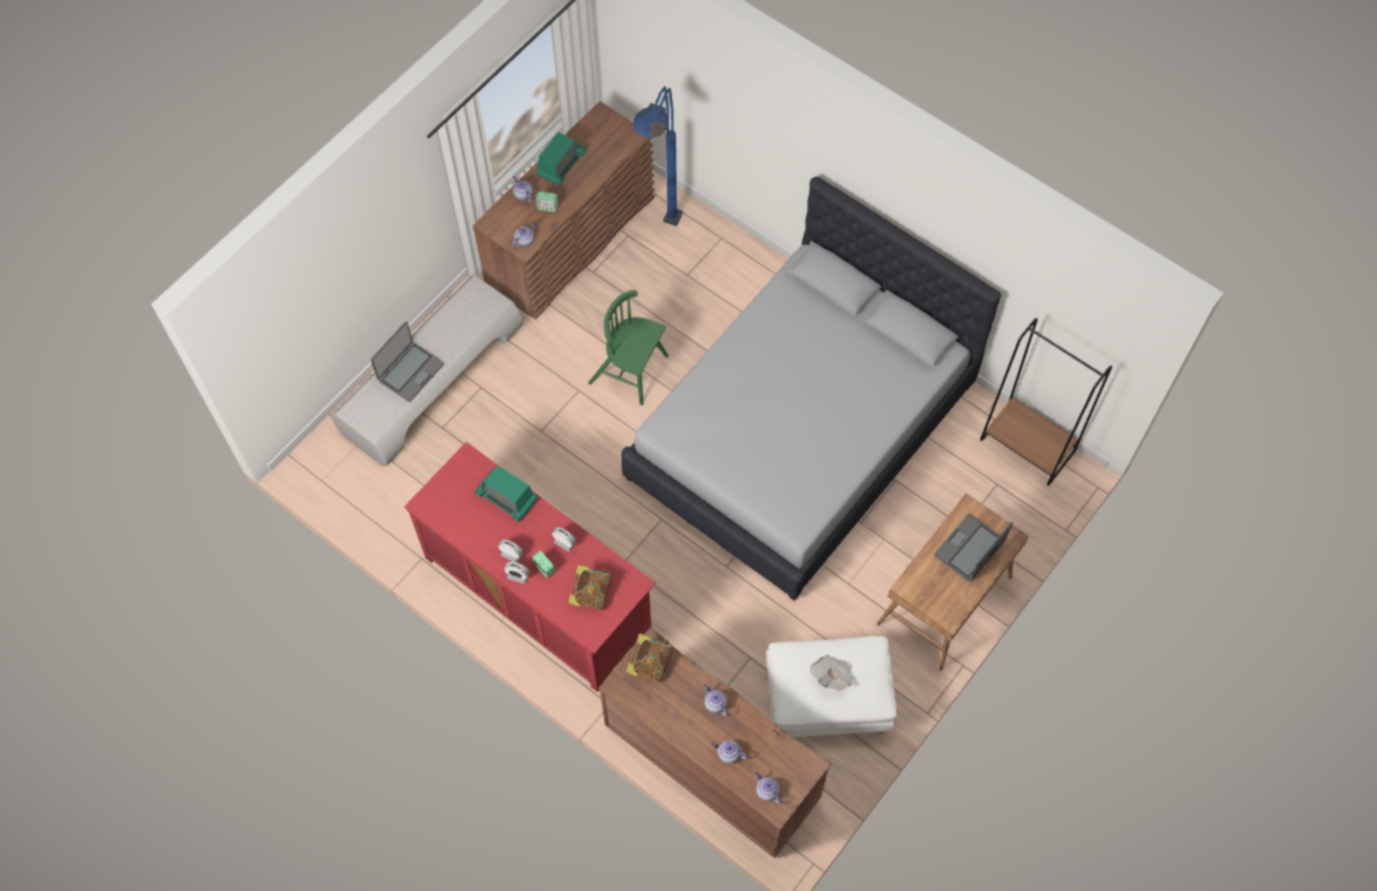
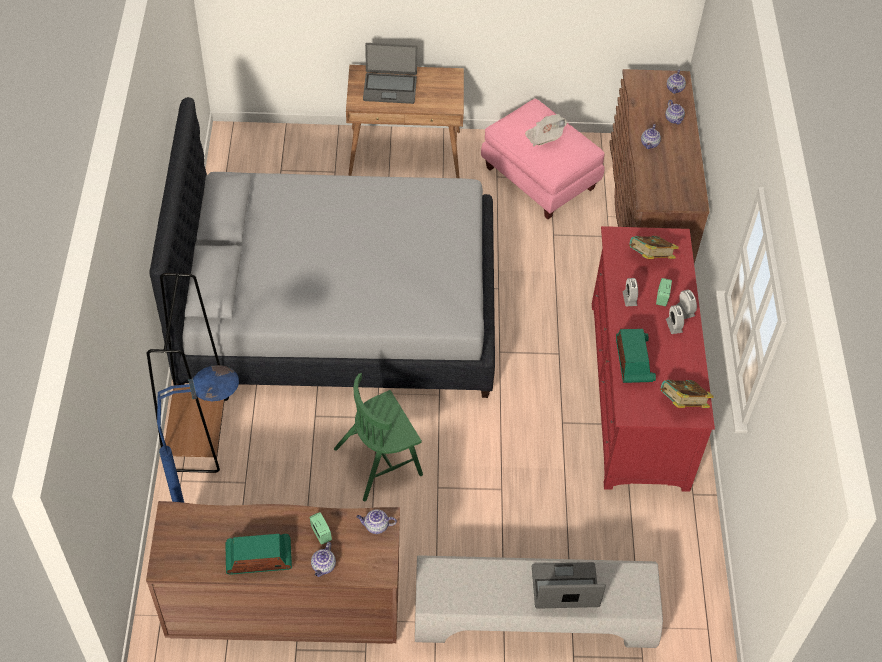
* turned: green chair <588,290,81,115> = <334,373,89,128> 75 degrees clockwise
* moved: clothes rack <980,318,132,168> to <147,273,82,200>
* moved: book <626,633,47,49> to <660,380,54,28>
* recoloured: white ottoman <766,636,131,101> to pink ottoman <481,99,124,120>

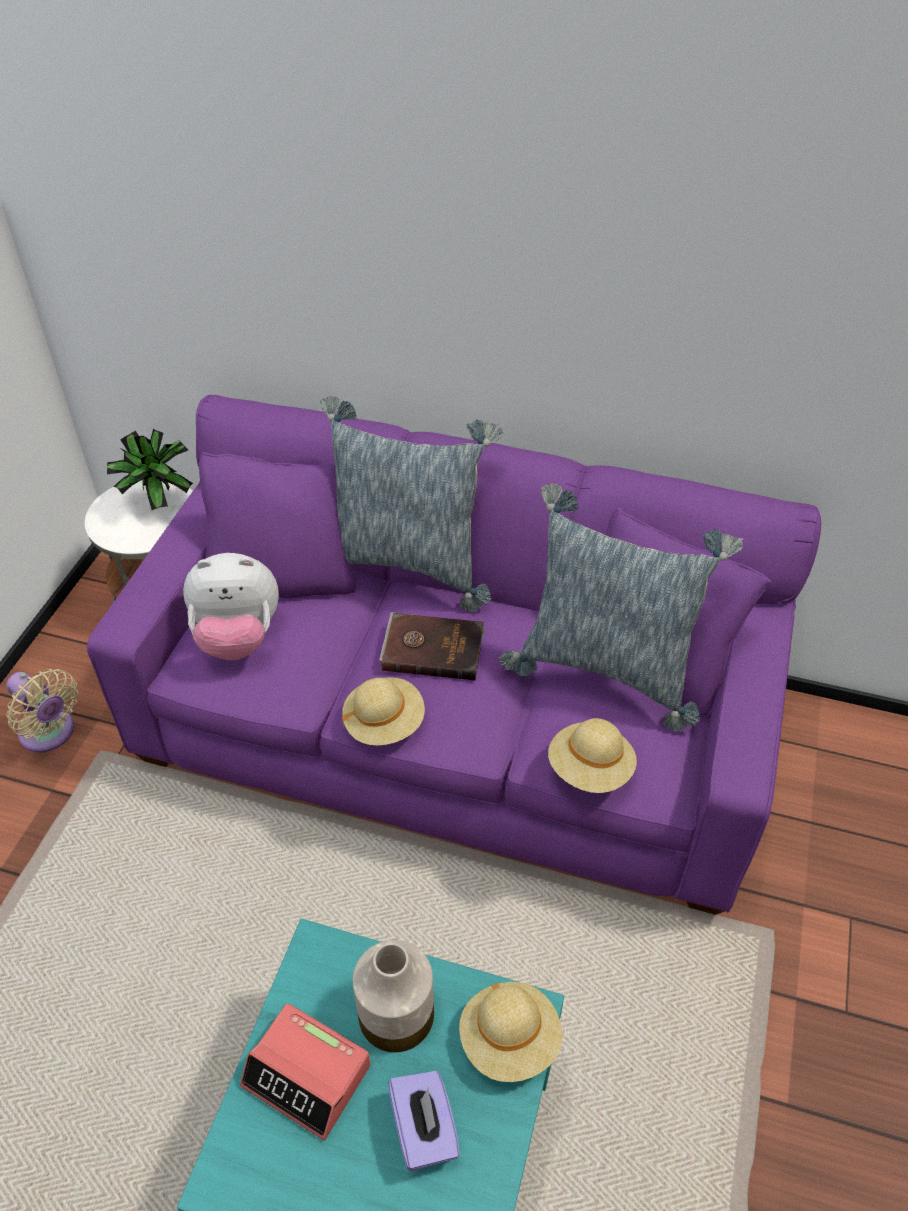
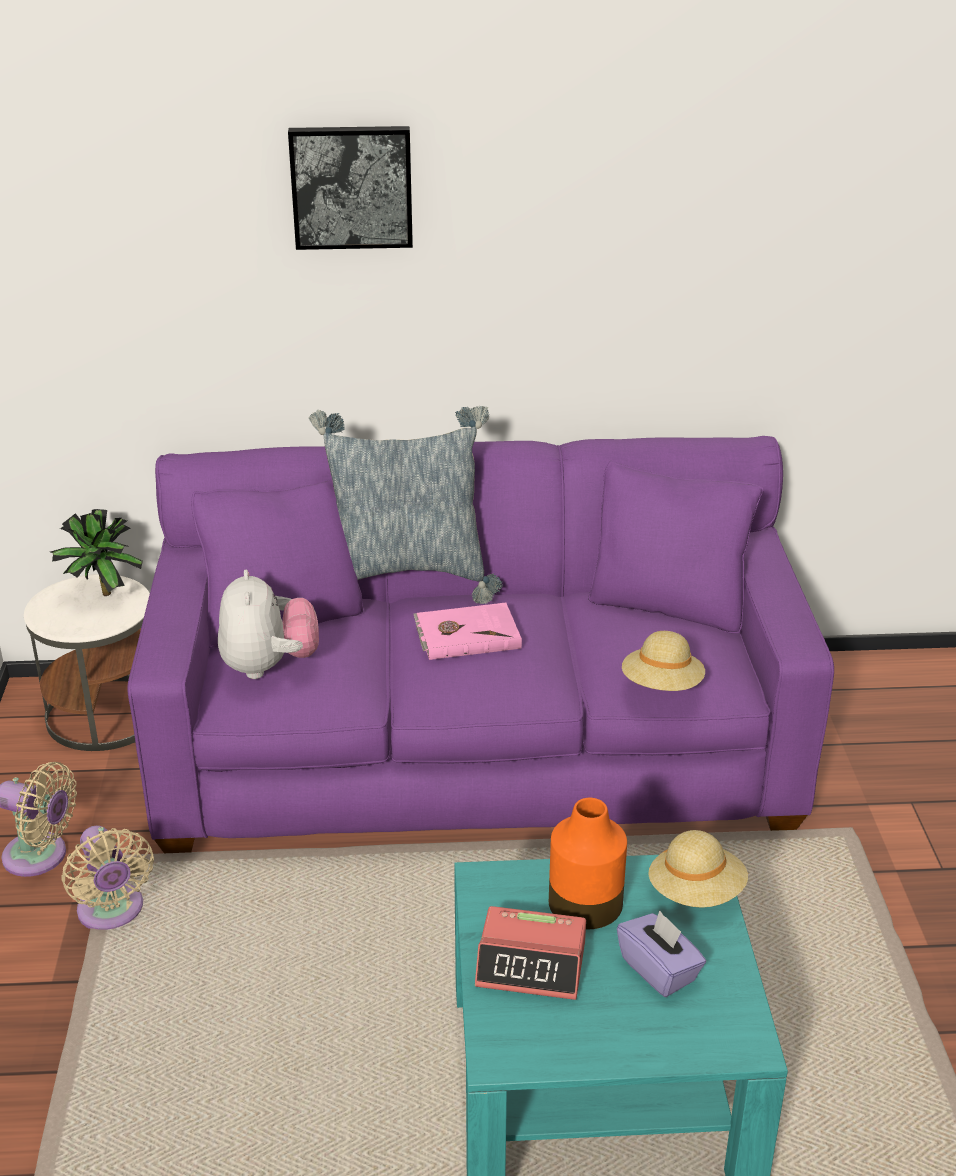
* removed: pillow <498,483,245,249>
* turned: plush toy <183,553,96,107> = <218,570,101,109> 75 degrees counterclockwise
* recoloured: brown book <379,612,106,68> to pink book <413,603,109,57>
* removed: beige hat <342,677,83,68>
* recoloured: beige vase <353,940,81,112> to orange vase <549,798,78,131>
* added: picture <288,126,125,124>
* added: beige fan <62,826,92,104>

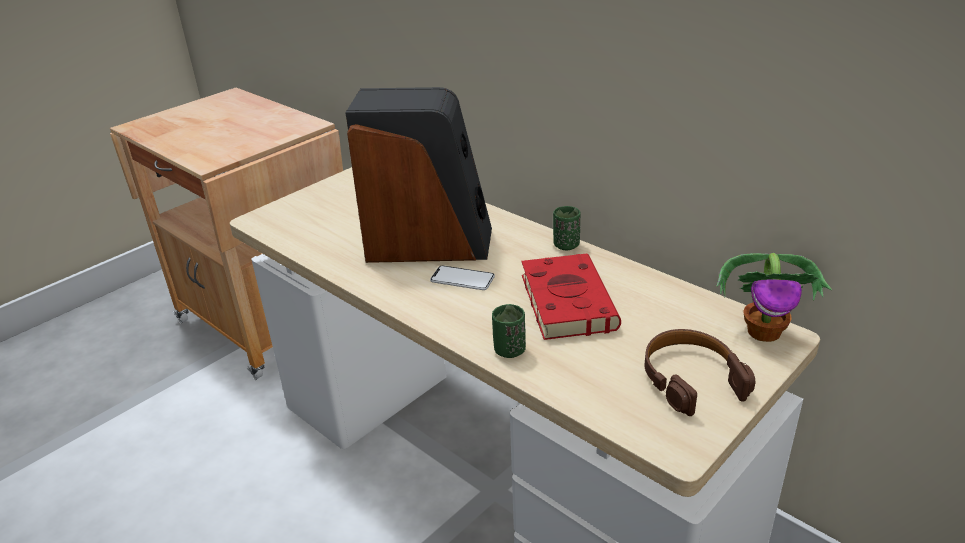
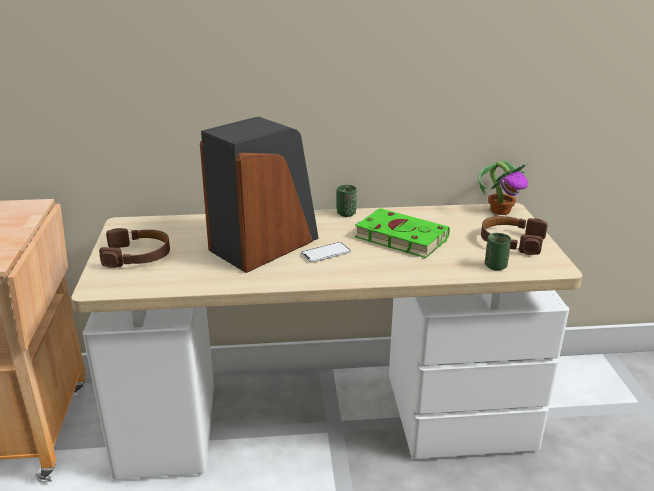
* recoloured: red book <522,254,99,86> to green book <355,208,95,50>
* moved: green cup <492,304,34,54> to <485,233,26,38>
* added: brown headphones <99,228,71,40>

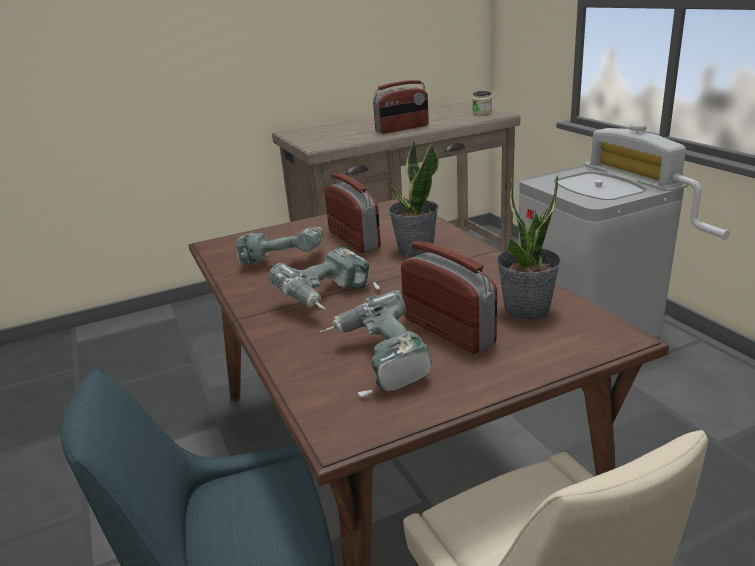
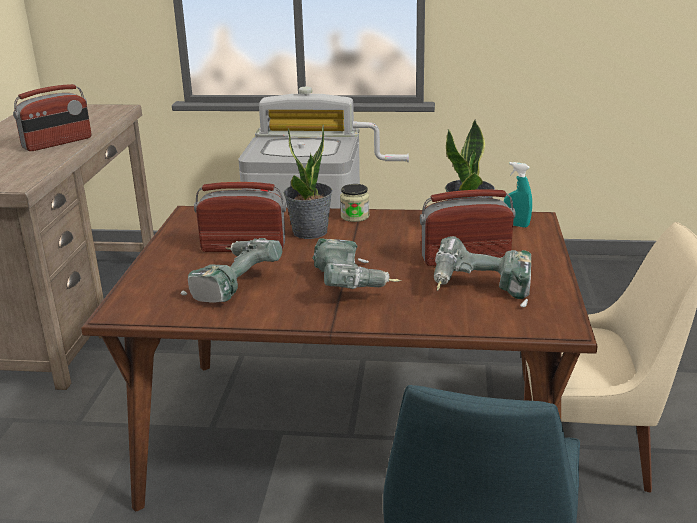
* turned: radio <373,80,56,54> = <13,84,78,67> 45 degrees clockwise
* moved: jar <472,91,20,24> to <340,184,30,38>
* added: turquoise spray bottle <504,162,28,65>

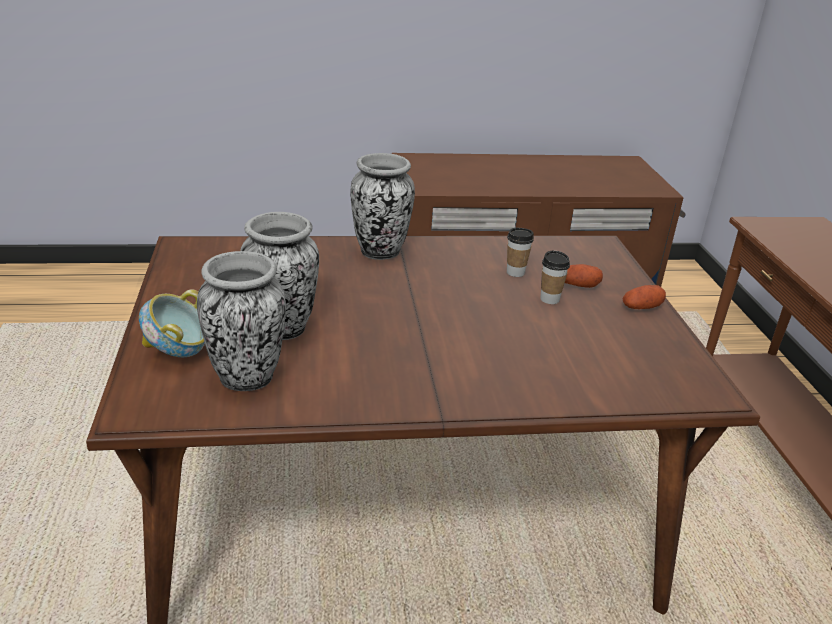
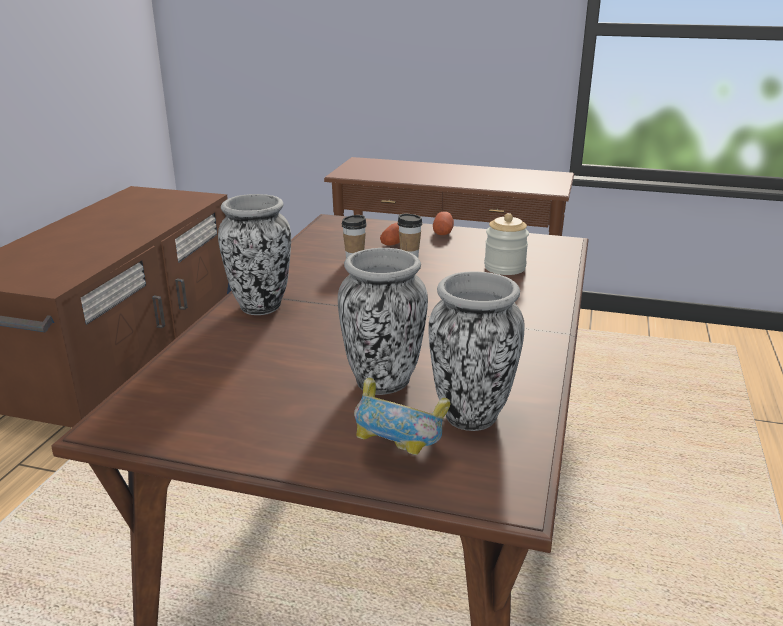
* added: jar <484,213,45,62>

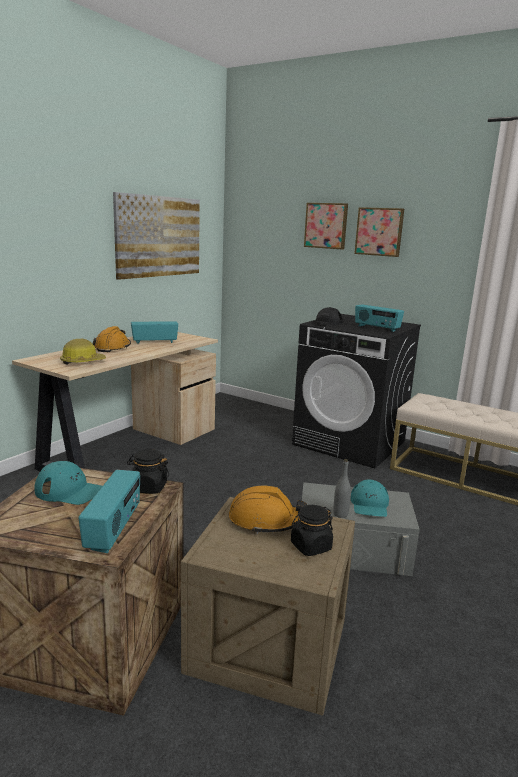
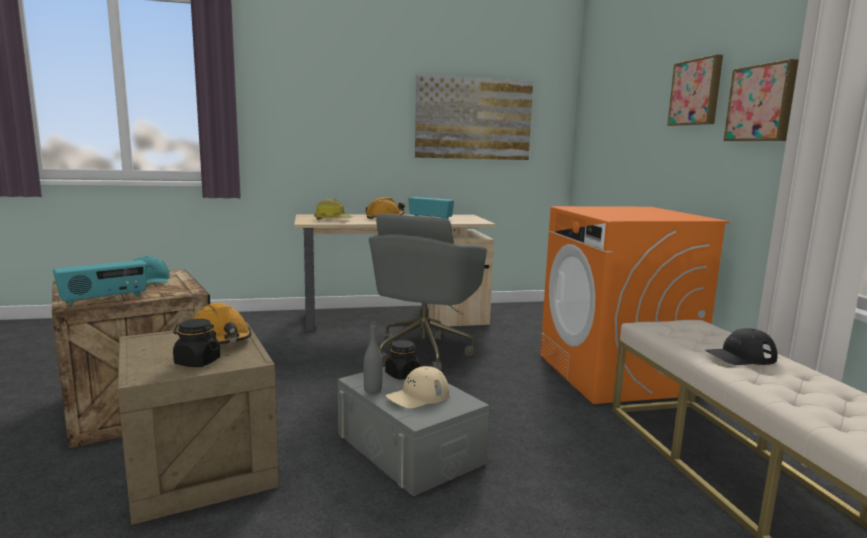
* moved: picture <304,203,44,46> to <724,59,75,82>
* removed: radio <355,304,49,28>
* moved: black cap <312,307,30,19> to <705,328,73,37>
* recoloured: black washing machine <292,314,129,155> to orange washing machine <540,206,190,198>
* moved: black jar <127,449,42,45> to <385,340,35,40>
* recoloured: turquoise cap <351,479,38,38> to beige cap <386,366,63,43>
* added: grey office chair <369,214,118,157>

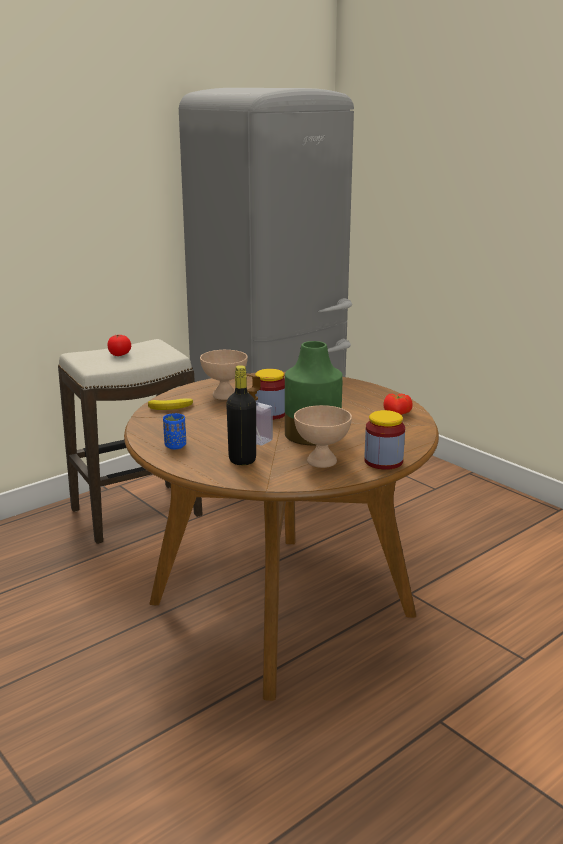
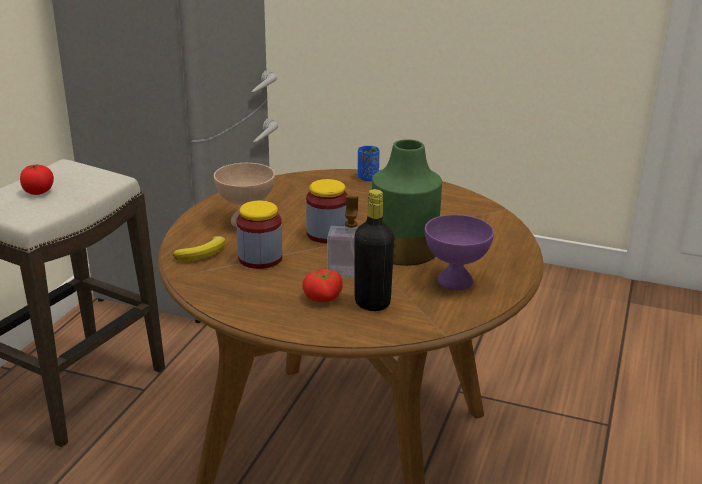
* moved: tomato <383,394,30,21> to <302,269,41,33>
* recoloured: beige bowl <294,405,58,63> to purple bowl <425,215,69,75>
* moved: jar <364,410,41,60> to <236,201,46,68>
* moved: blue cup <163,413,23,36> to <358,146,22,35>

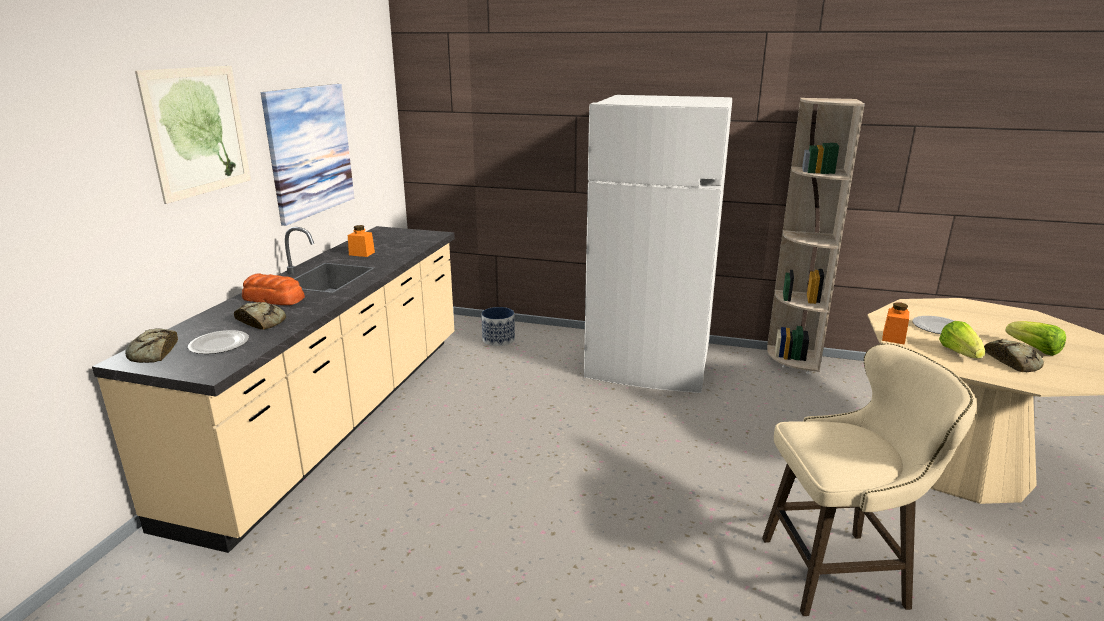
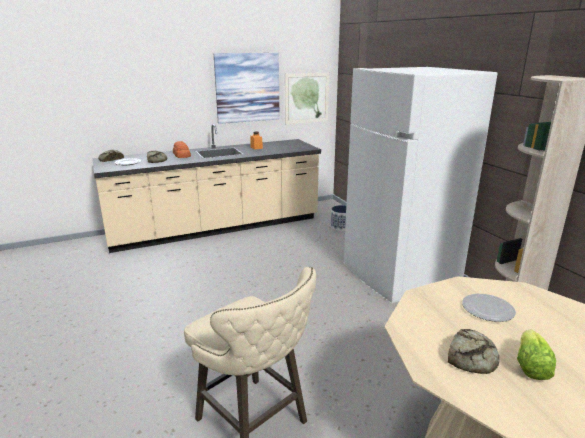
* moved: picture <135,66,116,138> to <285,73,44,51>
* removed: orange jar <882,302,27,43>
* removed: lettuce <939,321,46,37>

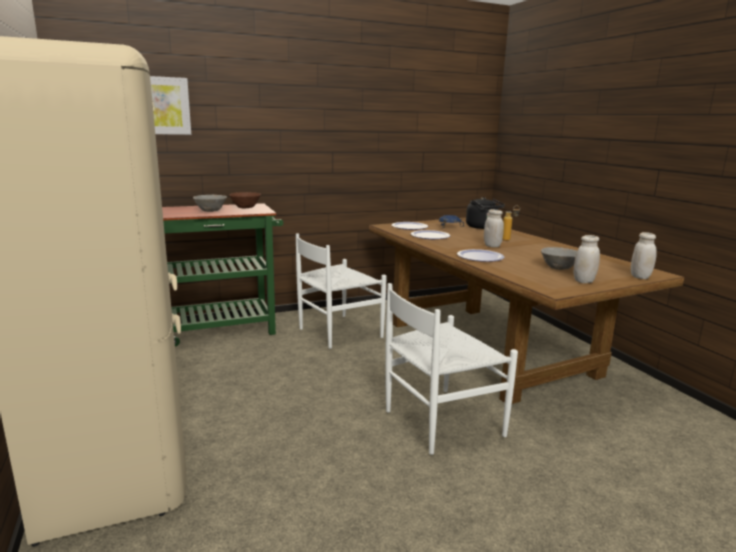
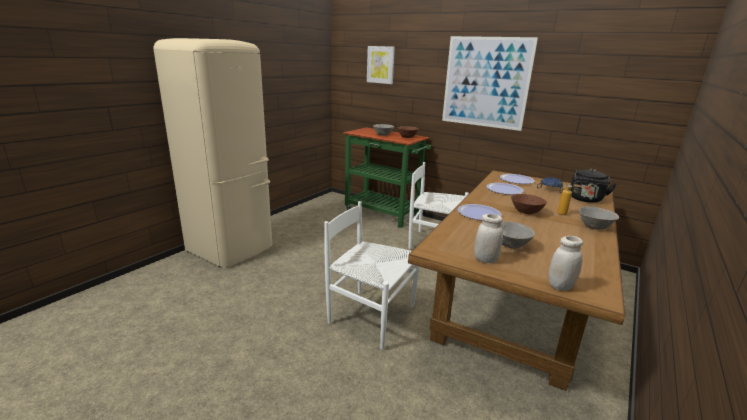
* replaced: white jar <484,209,20,38> to brown bowl <511,194,36,20>
* added: picture <442,36,96,95>
* added: grey bowl <579,206,40,23>

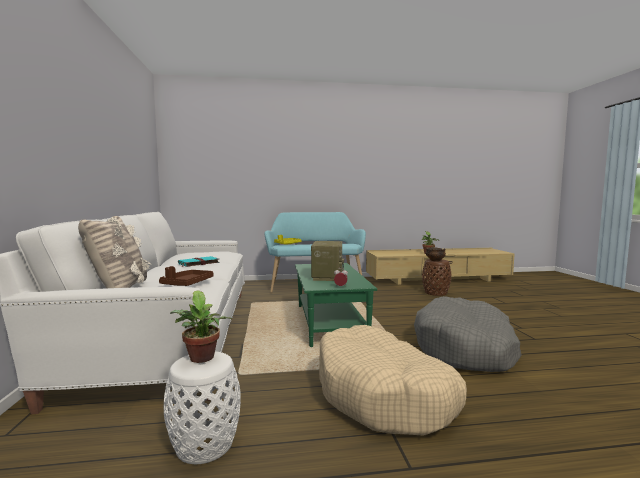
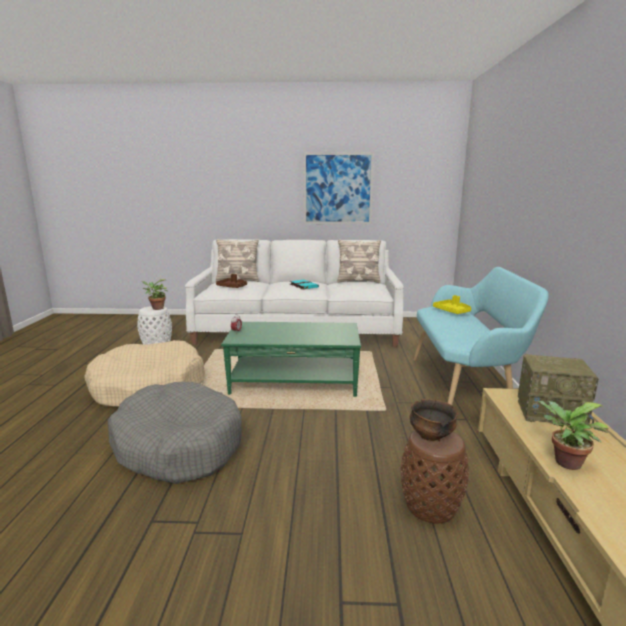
* moved: radio <311,241,33,40> to <518,354,81,71>
* added: picture <303,152,71,72>
* added: beige pillow <337,239,44,44>

